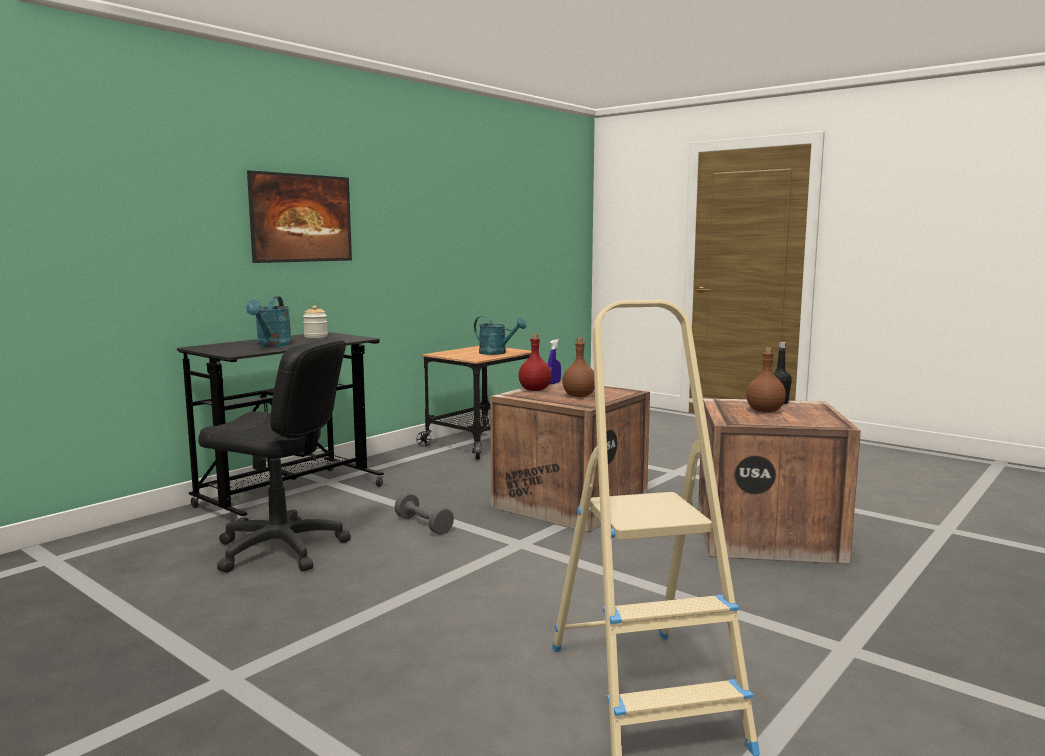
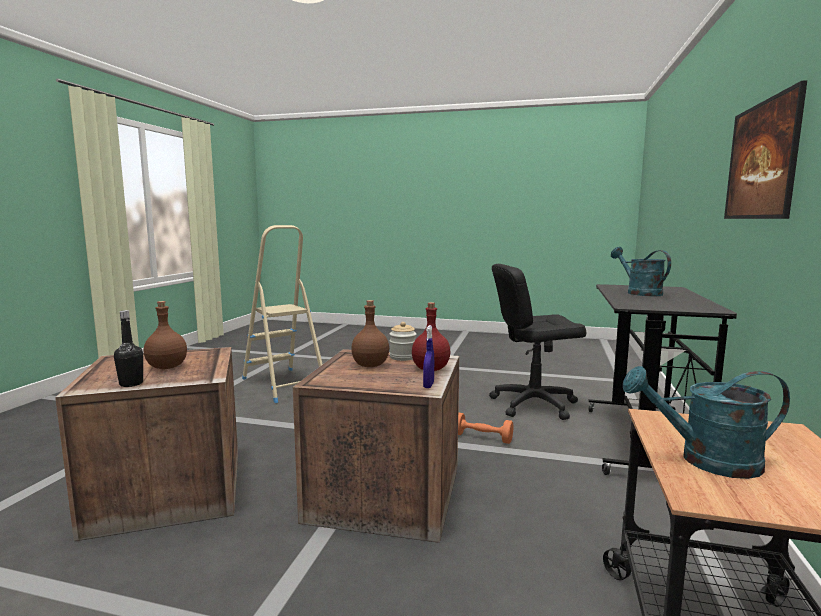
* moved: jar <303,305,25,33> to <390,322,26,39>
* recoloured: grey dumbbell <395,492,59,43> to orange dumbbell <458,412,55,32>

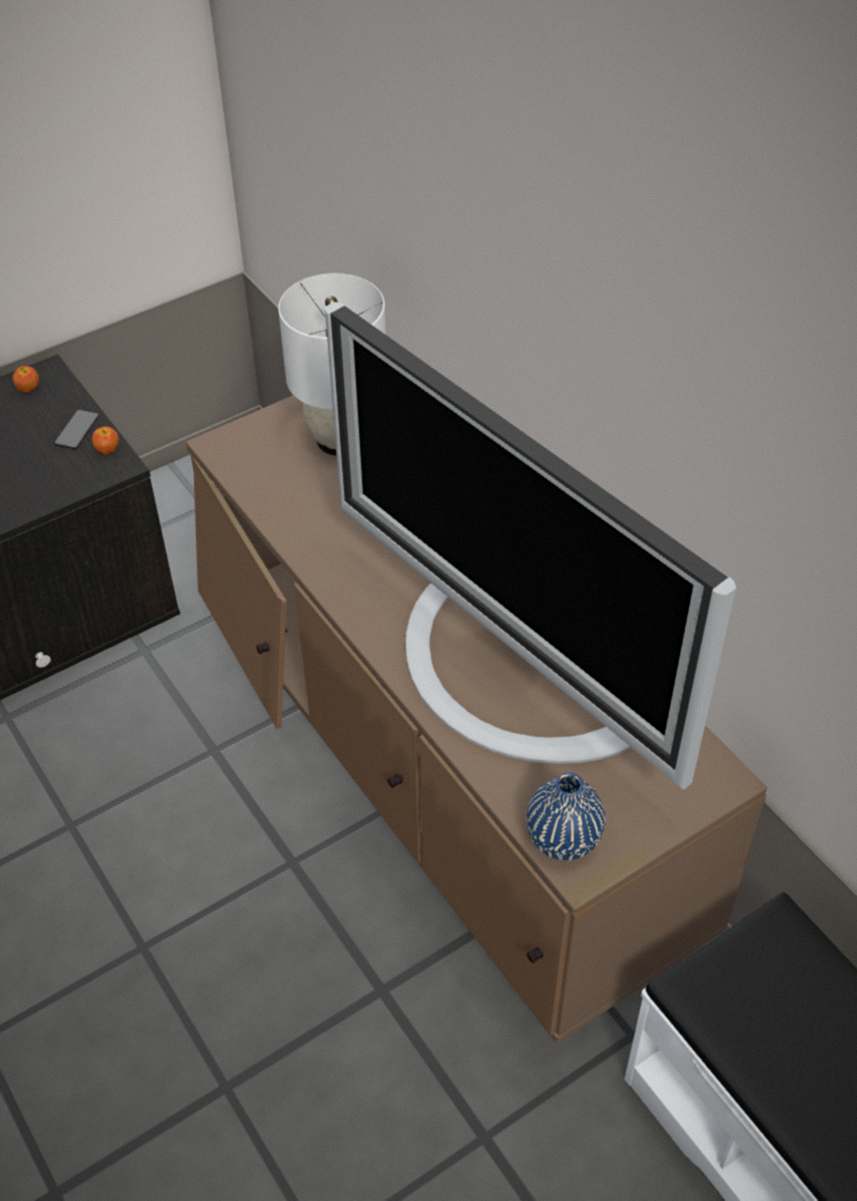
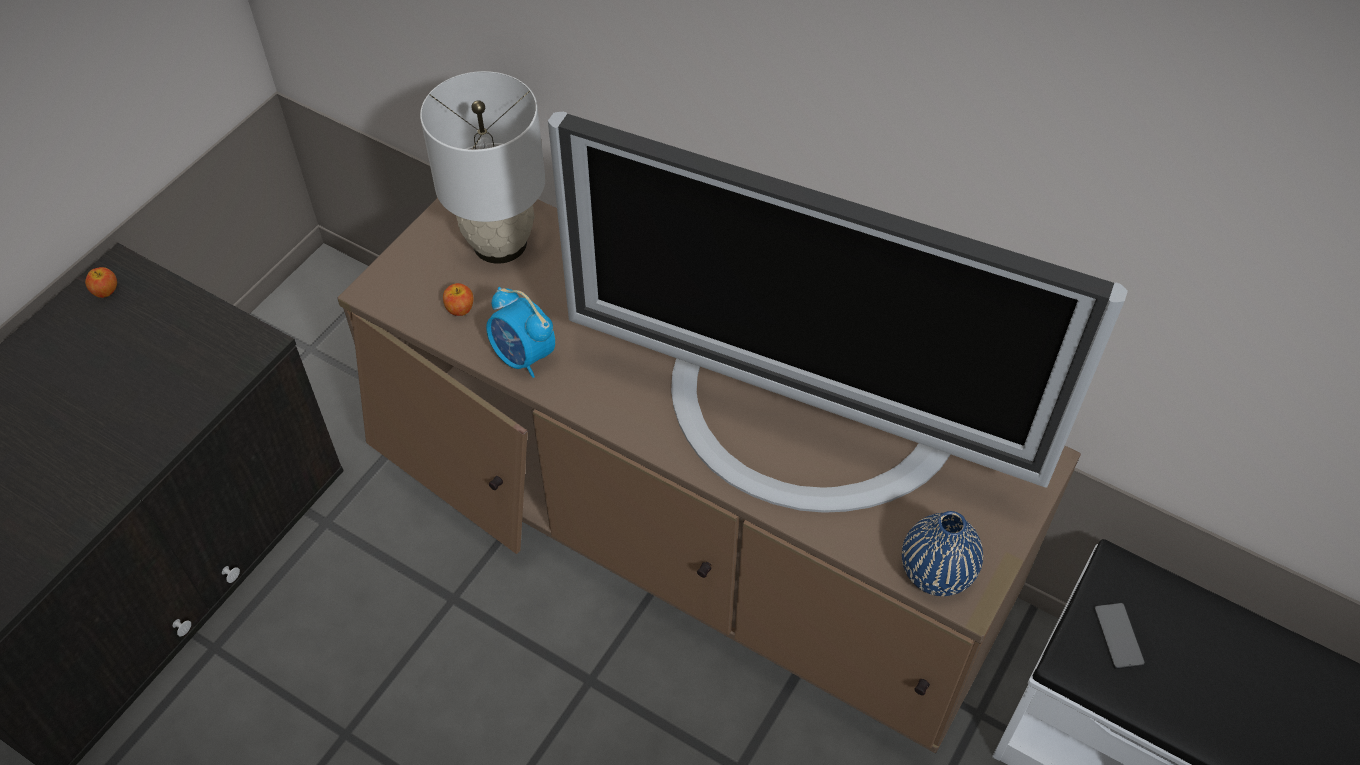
* moved: phone <54,410,45,39> to <1094,603,51,66>
* moved: apple <92,426,27,29> to <443,283,30,33>
* added: alarm clock <486,287,69,91>

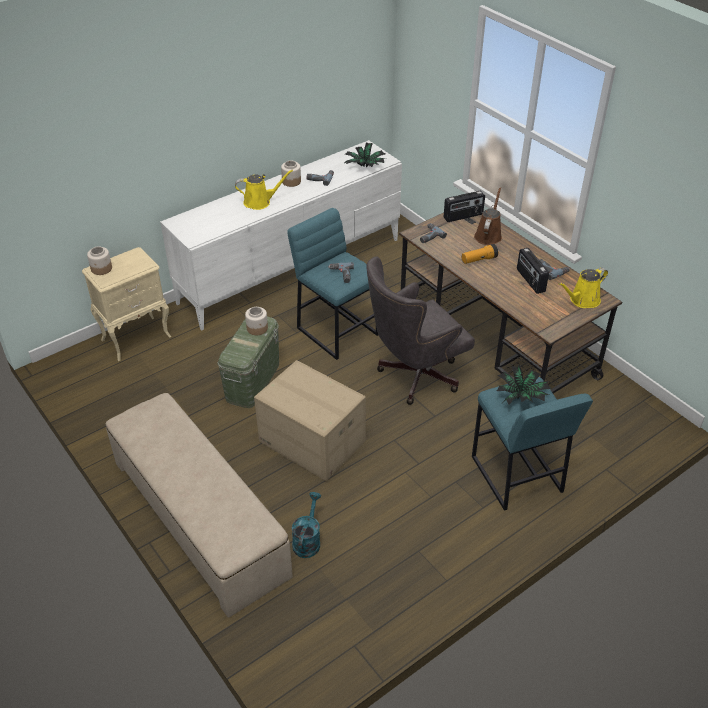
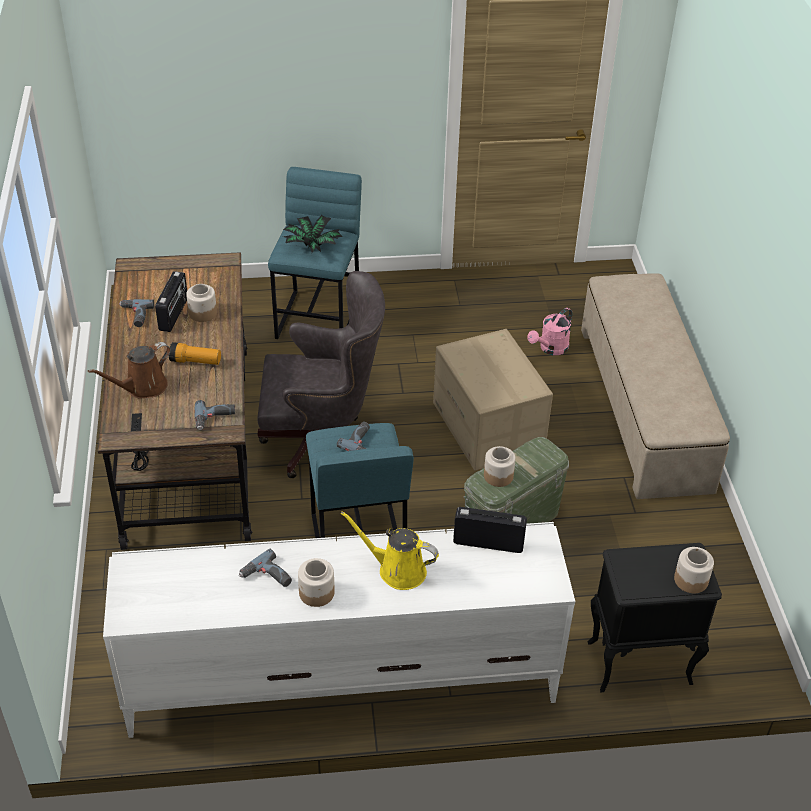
* removed: potted plant <344,142,41,25>
* moved: radio <444,191,41,31> to <453,507,74,46>
* recoloured: beige nightstand <82,247,89,114> to black nightstand <587,543,135,150>
* removed: yellow watering can <558,268,50,40>
* recoloured: turquoise watering can <292,492,29,66> to pink watering can <527,308,45,47>
* added: jar <186,284,31,38>

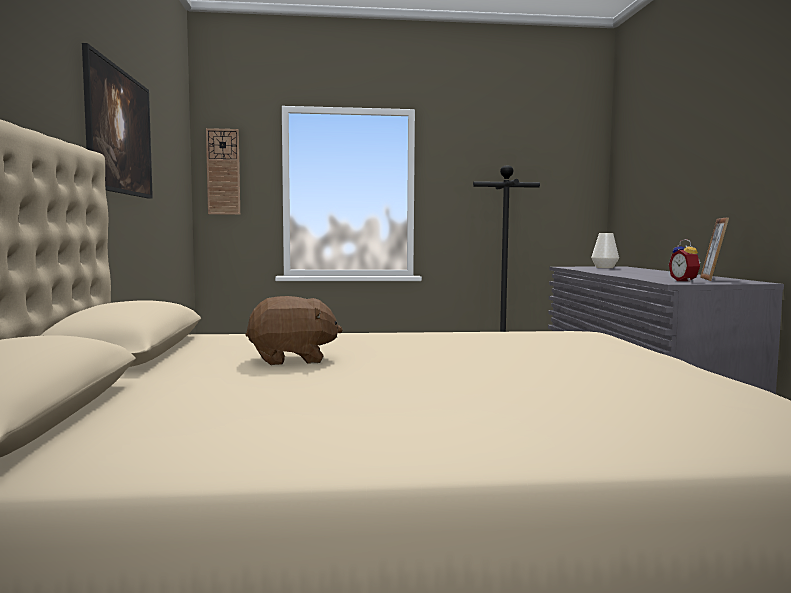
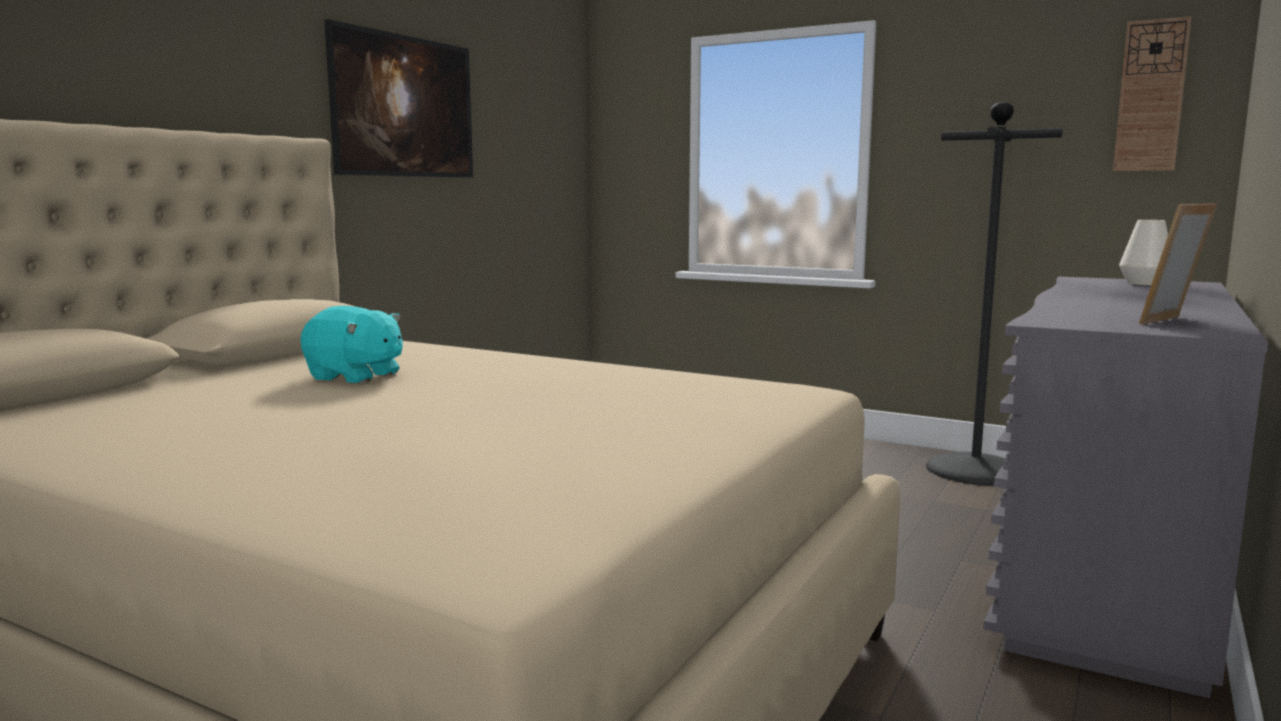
* moved: wall clock <206,128,34,87> to <1113,16,78,155>
* removed: alarm clock <669,239,32,43>
* recoloured: brown plush toy <246,296,97,69> to turquoise plush toy <300,306,103,78>

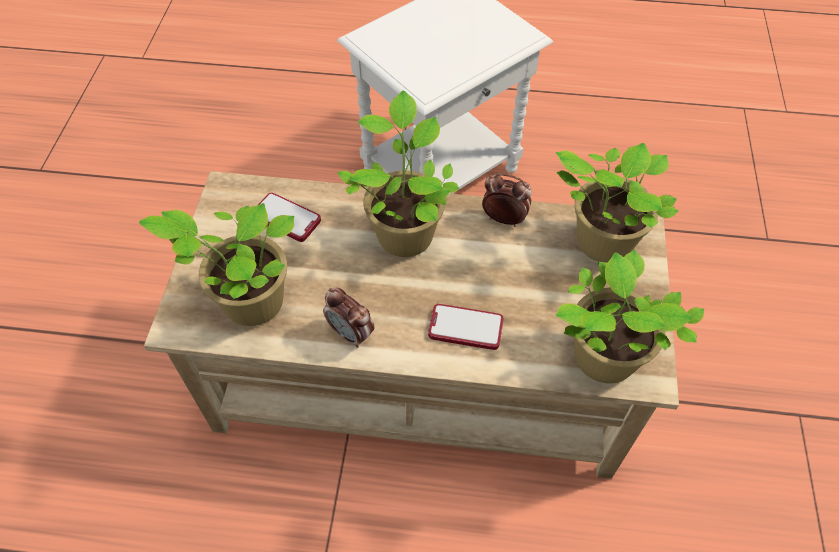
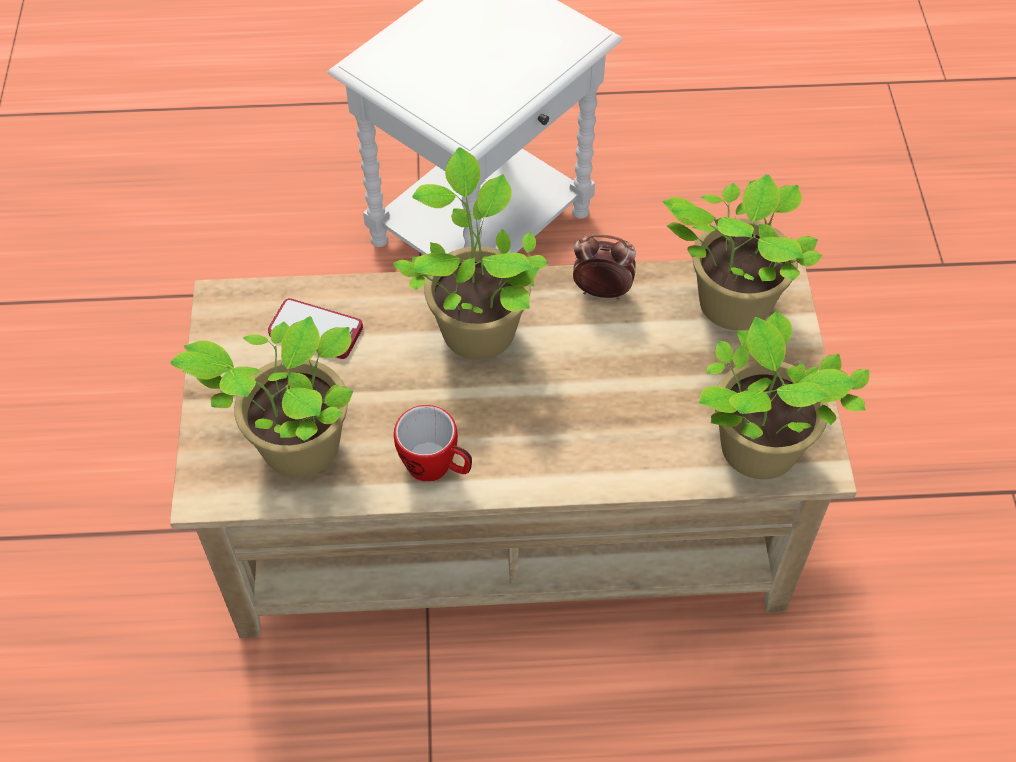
* replaced: alarm clock <323,288,51,60> to mug <394,405,78,77>
* removed: phone <428,304,75,46>

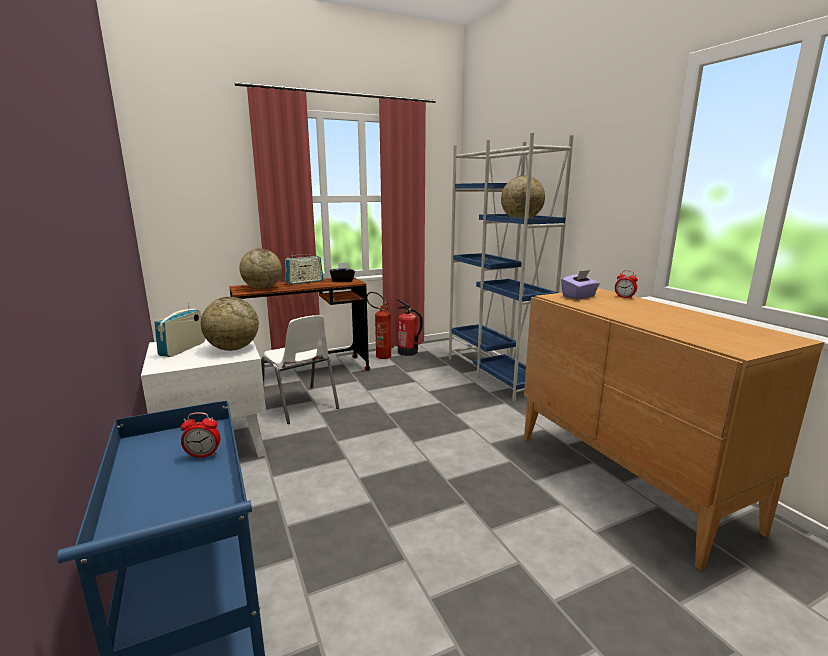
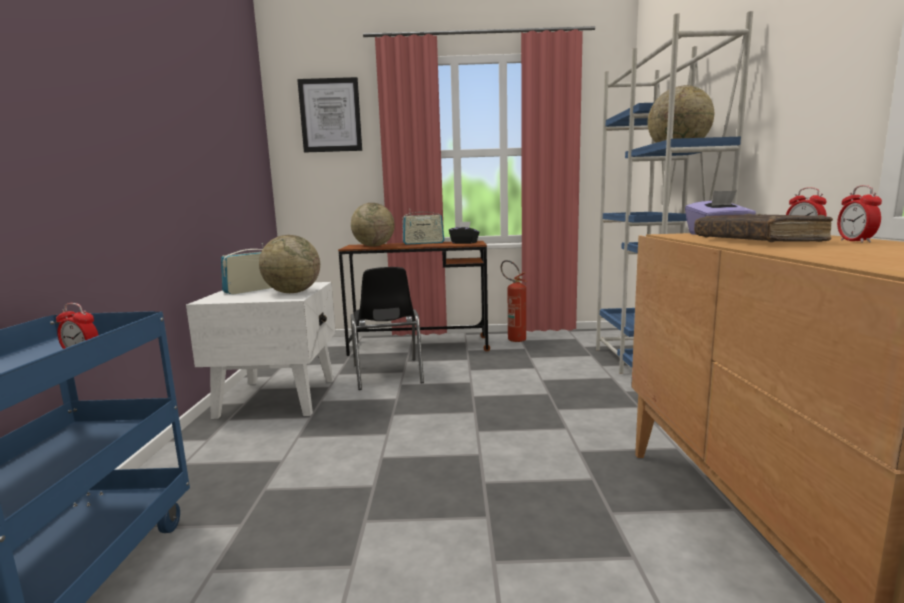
* removed: fire extinguisher <397,299,26,57>
* recoloured: white chair <261,315,78,109> to black chair <350,267,74,123>
* added: picture <297,77,65,75>
* added: alarm clock <837,185,45,58>
* added: brown book <694,214,139,28>

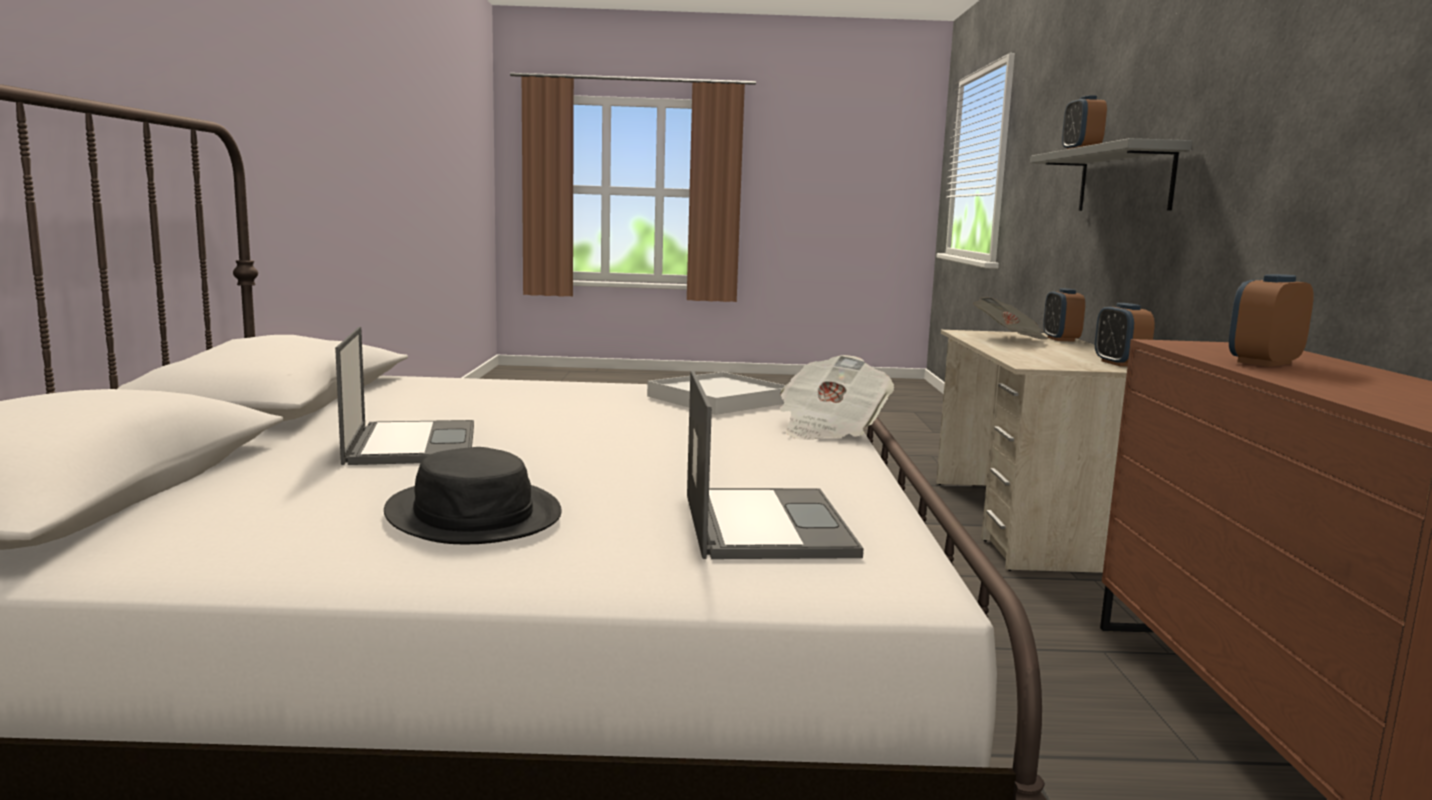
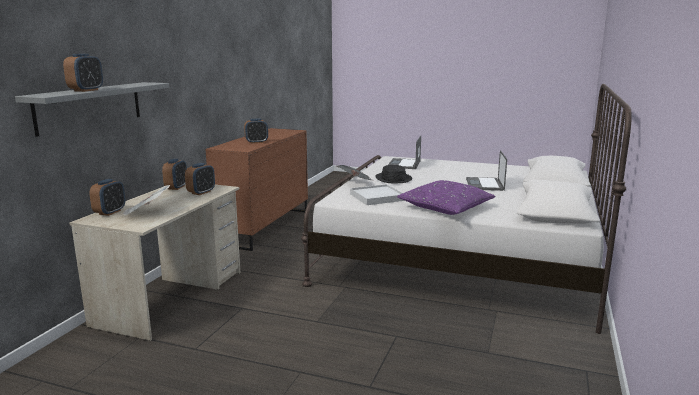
* moved: black hat <384,447,178,97> to <375,165,37,18>
* added: alarm clock <185,163,30,32>
* added: purple pillow <397,180,98,35>

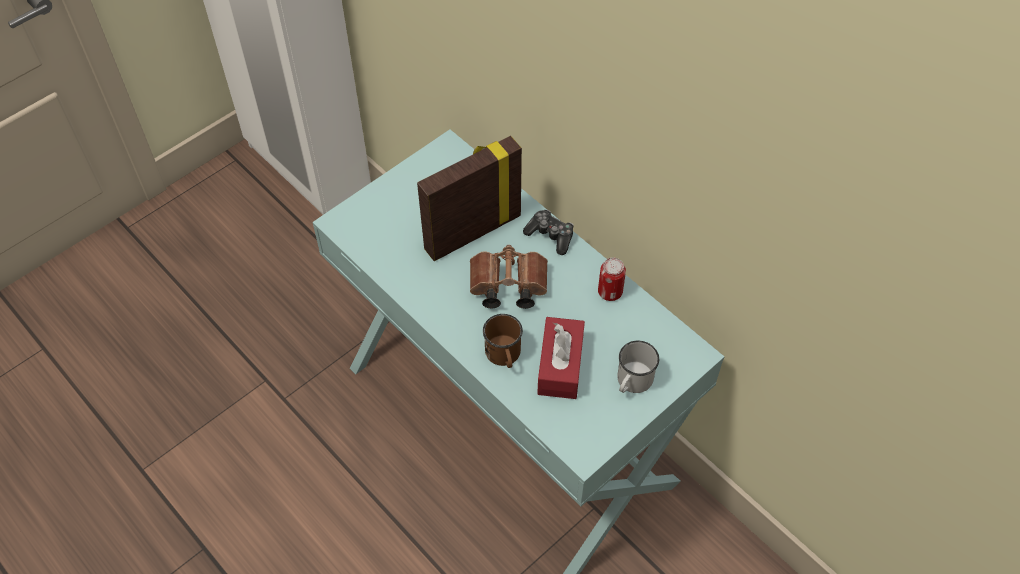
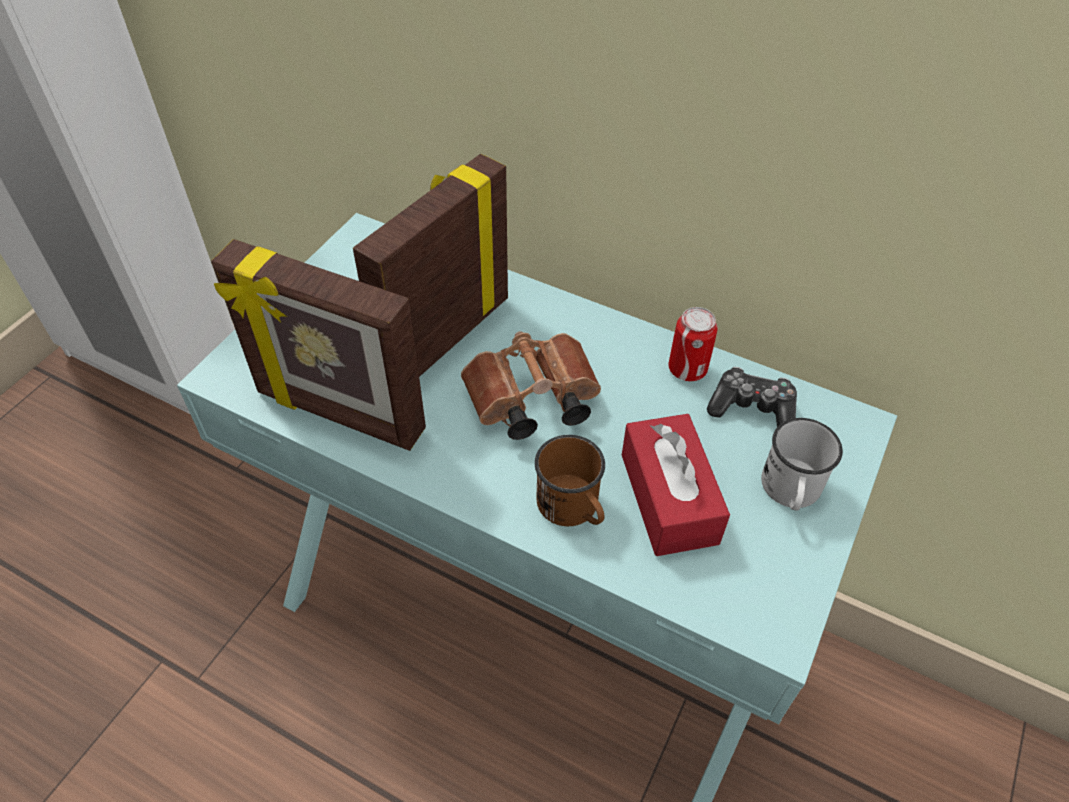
* moved: game controller <523,209,51,46> to <707,367,90,60>
* added: picture frame <211,239,215,212>

